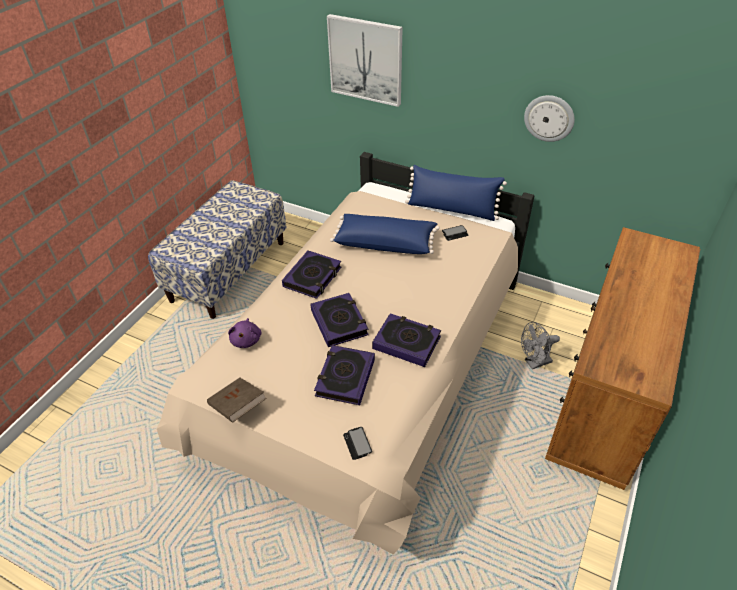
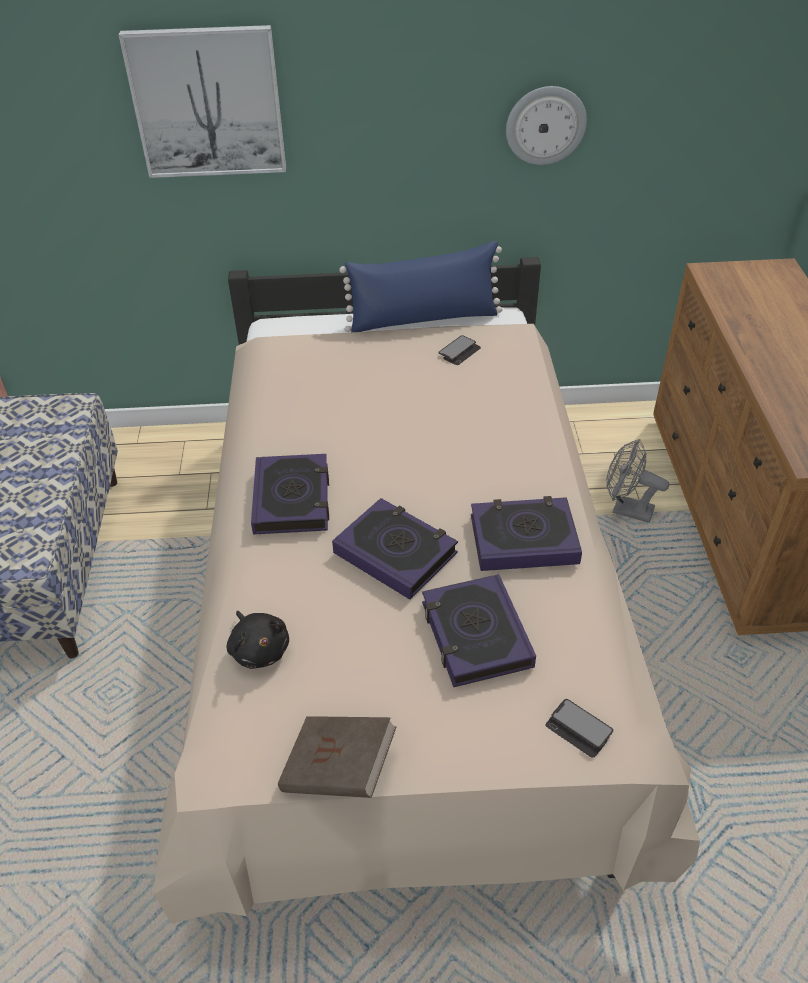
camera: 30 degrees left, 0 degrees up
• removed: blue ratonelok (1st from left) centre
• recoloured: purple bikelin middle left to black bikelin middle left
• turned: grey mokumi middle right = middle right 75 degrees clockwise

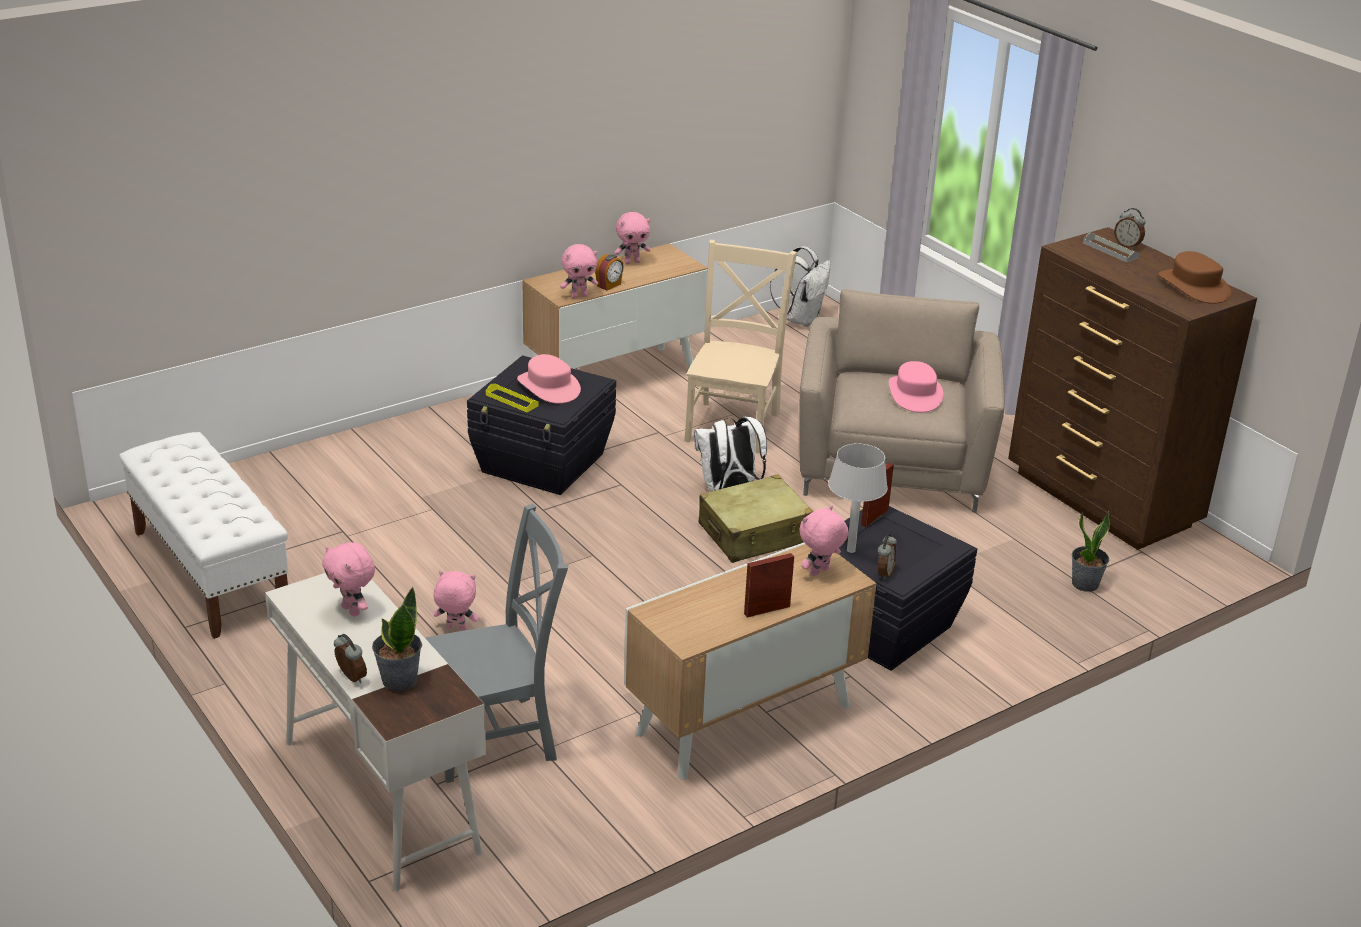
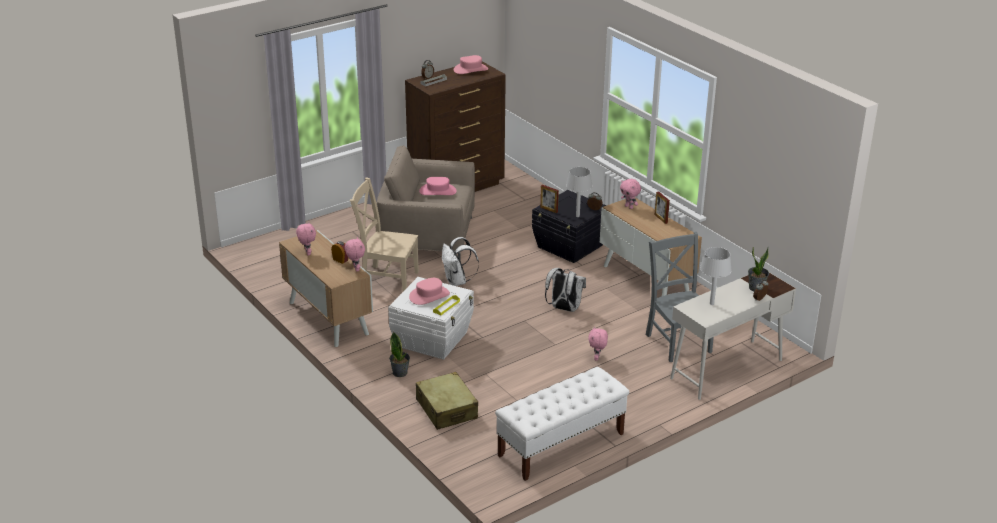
camera: 90 degrees left, 0 degrees up
• moved: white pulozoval (2nd from left) top centre to centre
• recoloured: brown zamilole top right to pink zamilole (3rd from left) top centre
• recoloured: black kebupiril (1st from left) centre to white kebupiril centre
• moved: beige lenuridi centre to bottom centre
• moved: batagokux (2nd from left in the first image) middle right to batagokux (1st from left) bottom centre
• replaced: pink bikelin (1st from left) middle left to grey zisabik (2nd from left) middle right

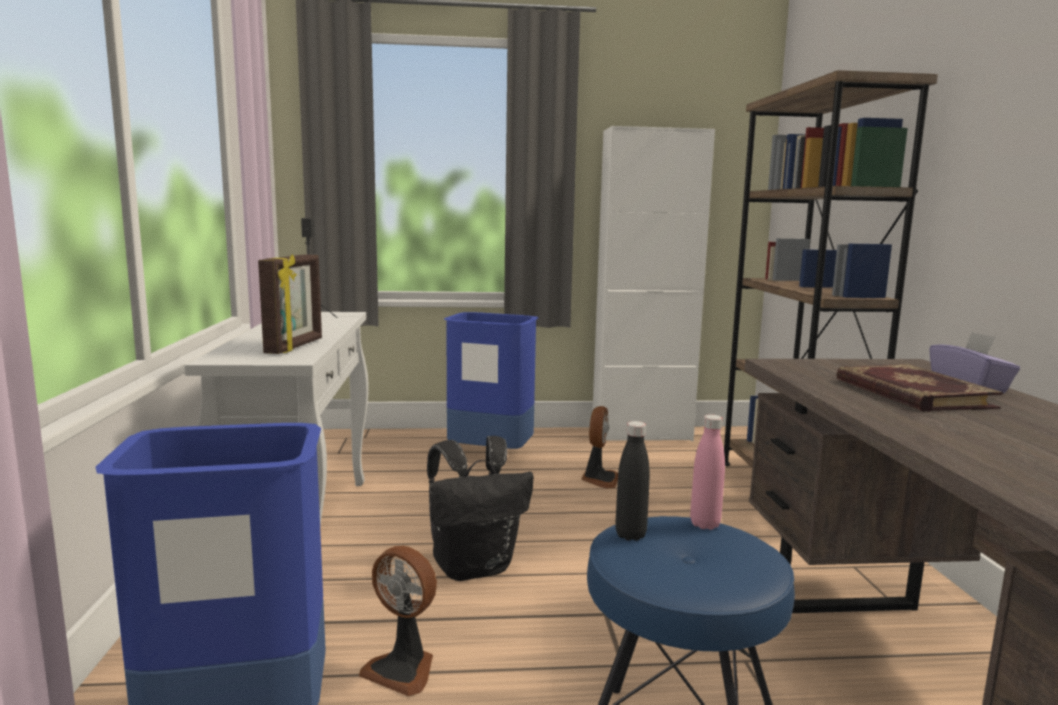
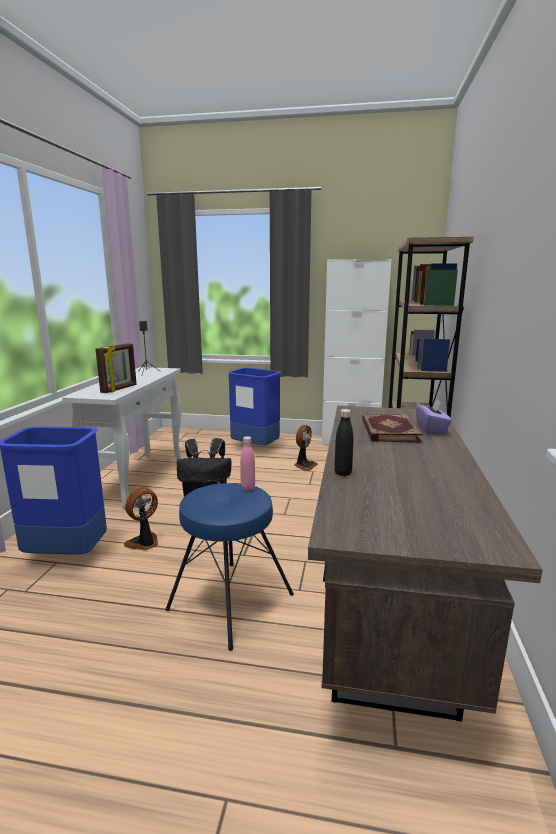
camera: 15 degrees right, 5 degrees up
• moved: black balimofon bottom centre to centre
• turned: mokumi (1st from left) bottom centre = middle left 90 degrees clockwise

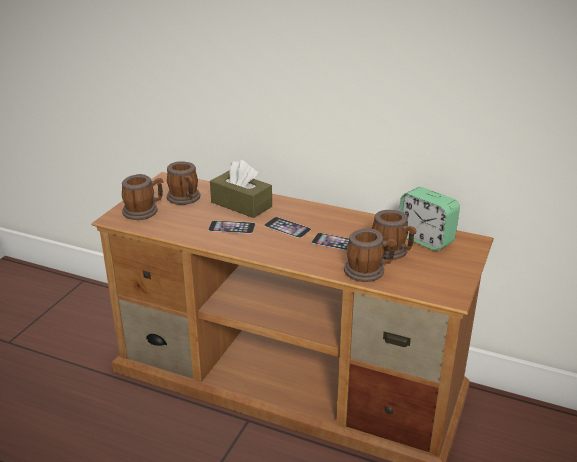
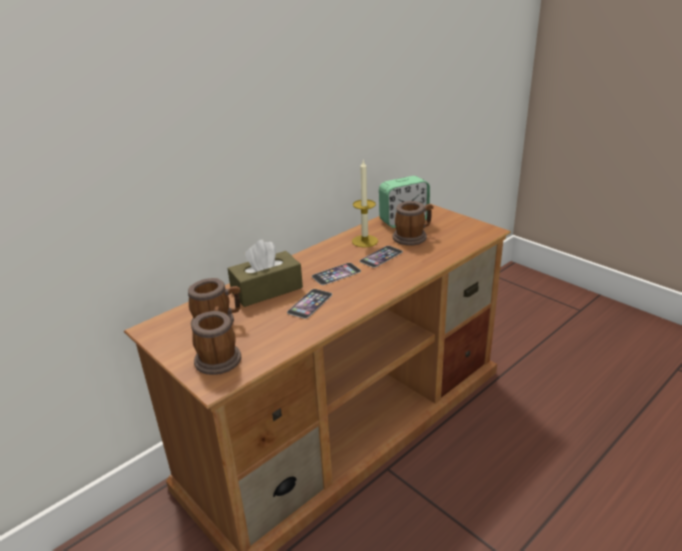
camera: 65 degrees left, 0 degrees up
• removed: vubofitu (3rd from left) centre
• added: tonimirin centre

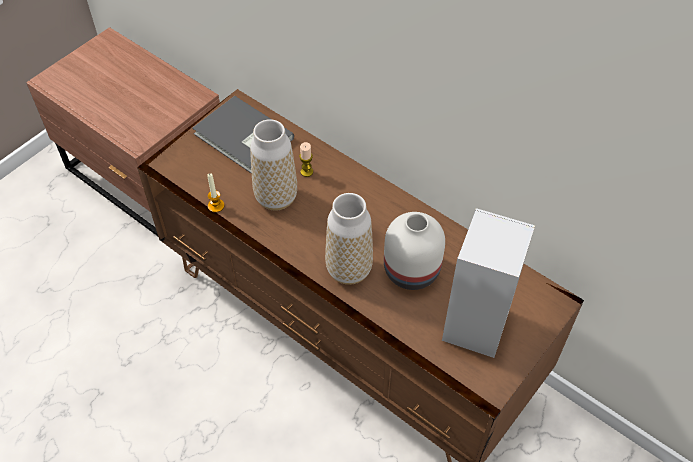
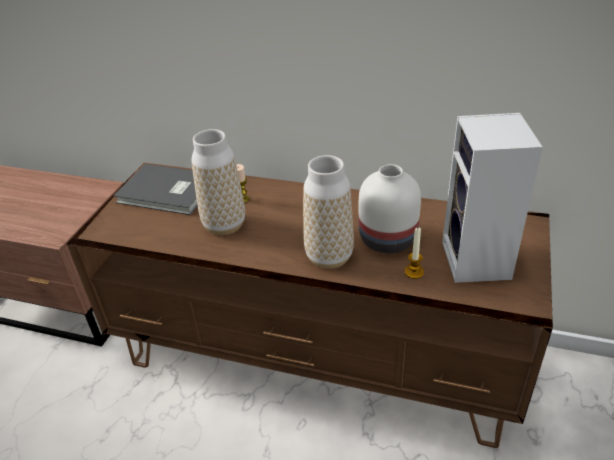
camera: 20 degrees left, 15 degrees down
• moved: tonimirin (1st from left in the first image) middle left to tonimirin (2nd from left) middle right

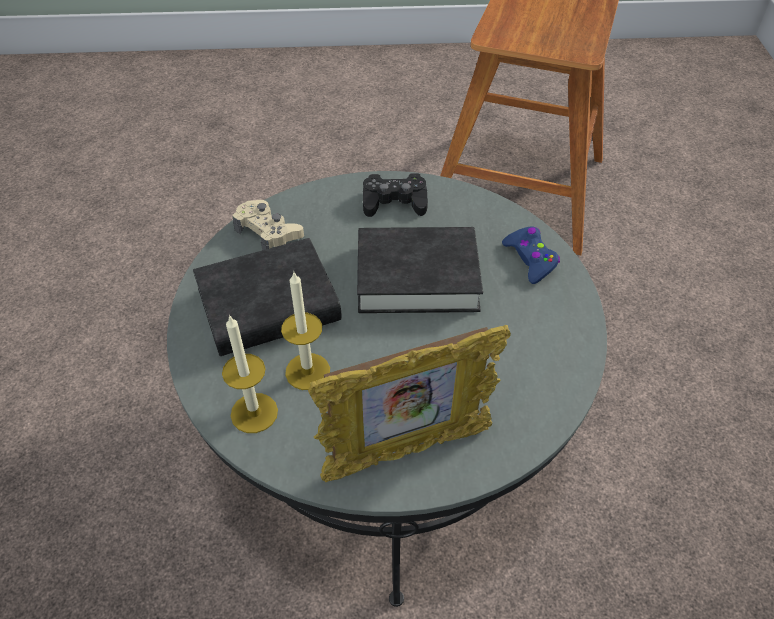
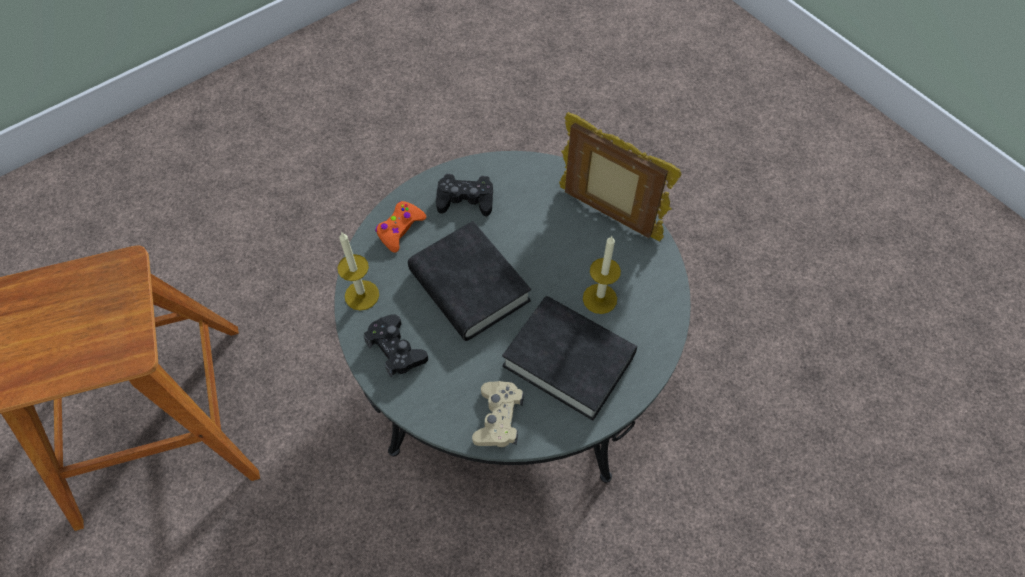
camera: 125 degrees left, 10 degrees up
• recoloured: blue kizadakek middle right to orange kizadakek centre
• moved: tonimirin (1st from left) middle left to centre
• added: black kizadakek (2nd from left) centre

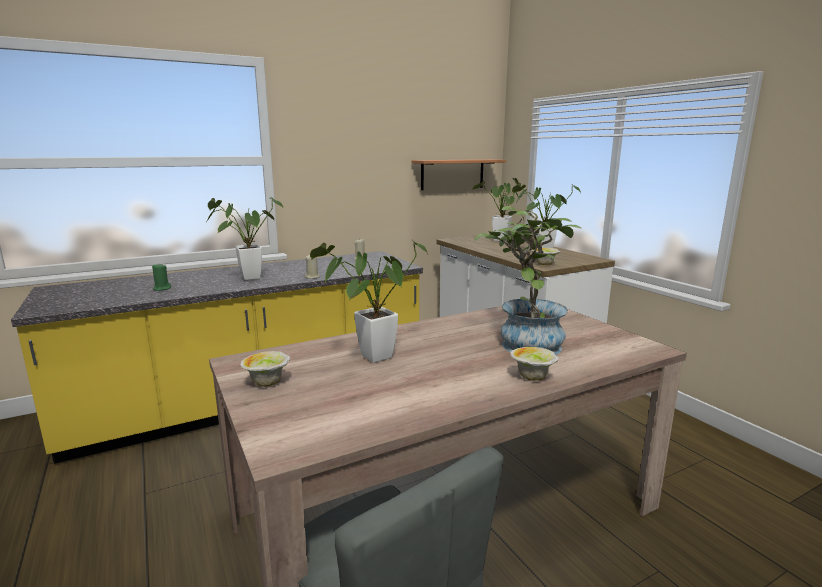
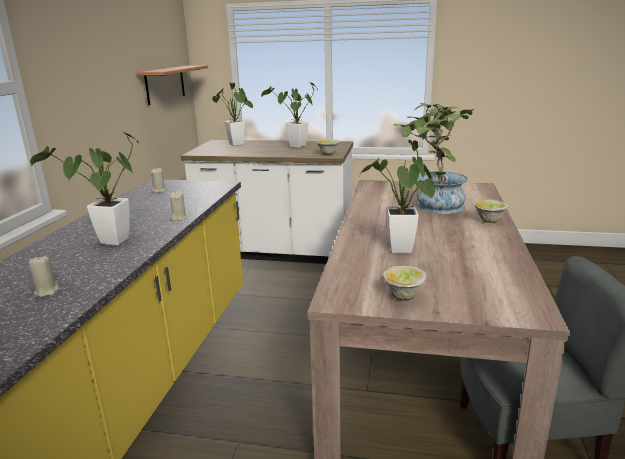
camera: 50 degrees left, 5 degrees up
• recoloured: green tonimirin middle left to beige tonimirin (1st from left) middle left

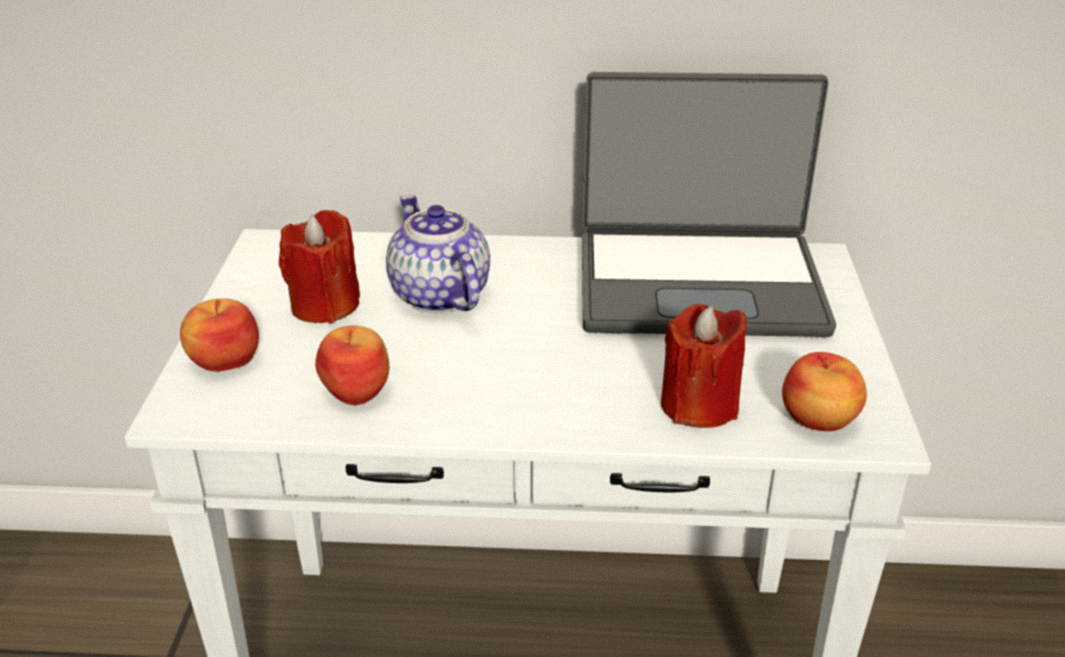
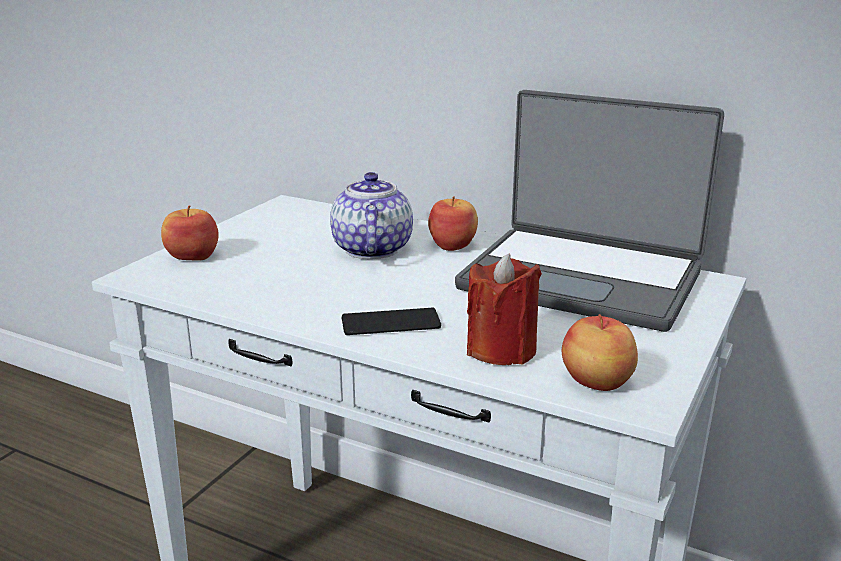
camera: 25 degrees right, 10 degrees down
• removed: red tonimirin (1st from left) middle left
• moved: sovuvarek (2nd from left) middle left to centre
• added: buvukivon centre

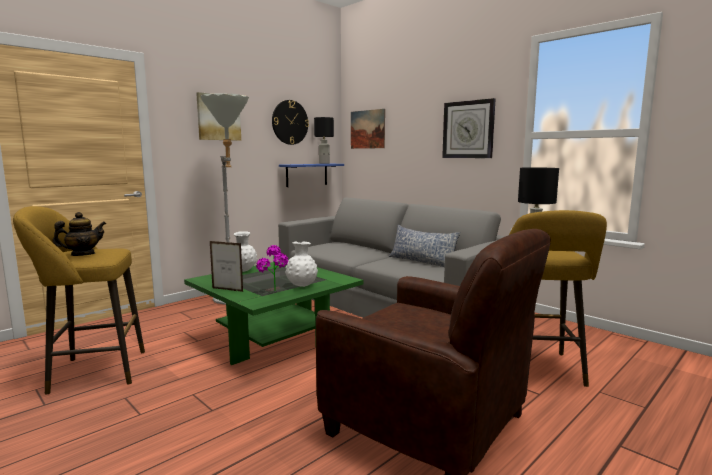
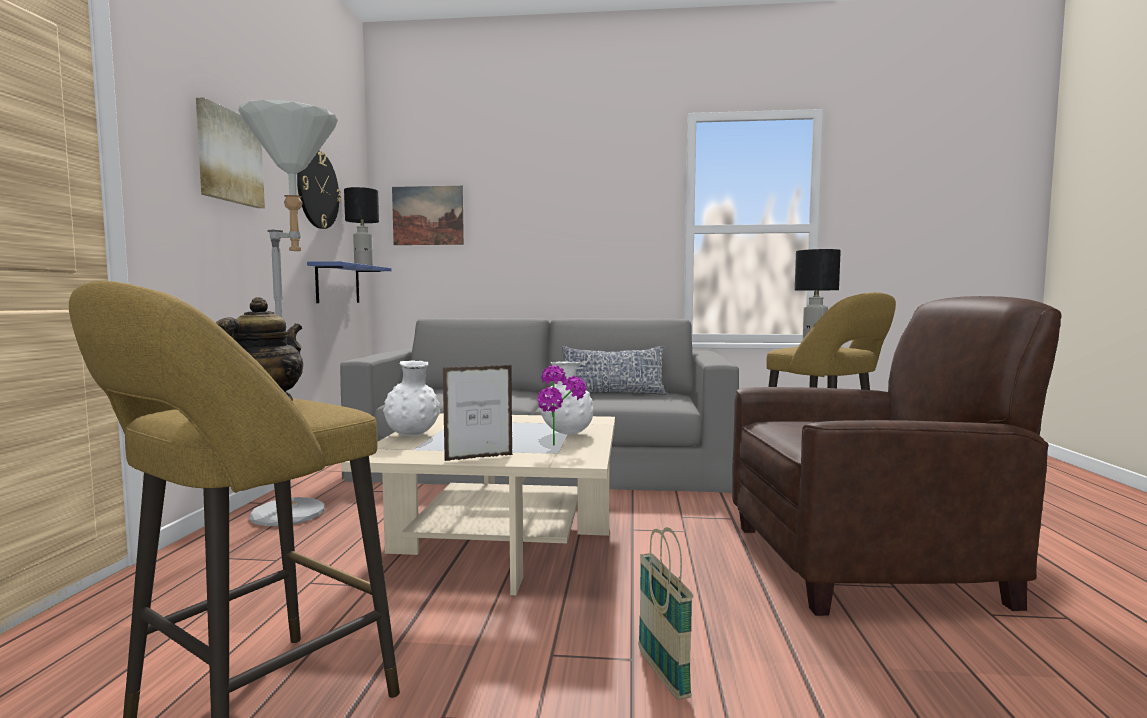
camera: 40 degrees left, 5 degrees down
• removed: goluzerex (2nd from left) top centre
• recoloured: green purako centre to beige purako bottom centre
• added: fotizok bottom centre

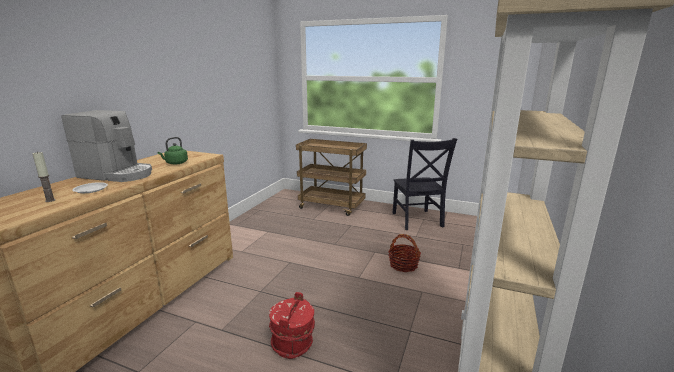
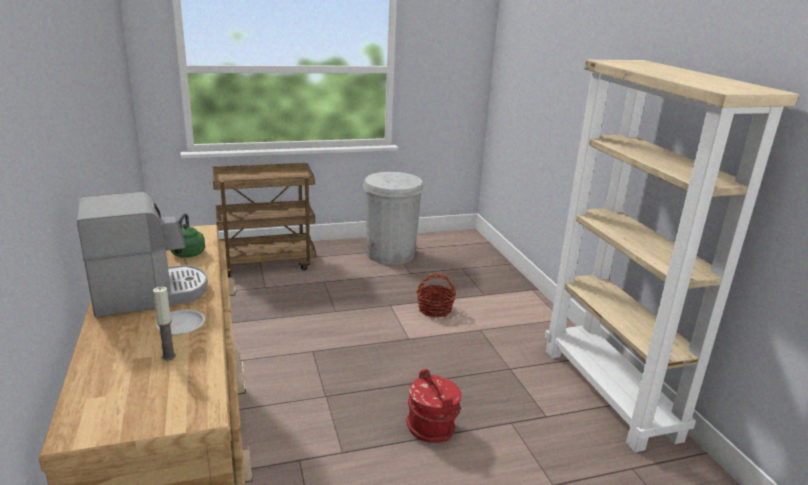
camera: 40 degrees left, 5 degrees up
• replaced: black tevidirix centre to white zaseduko centre

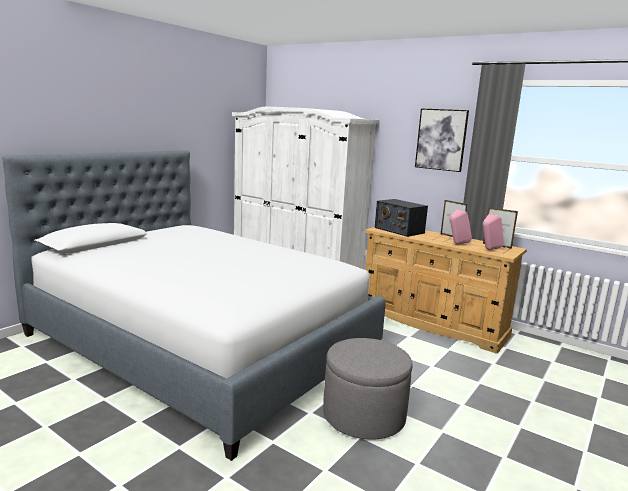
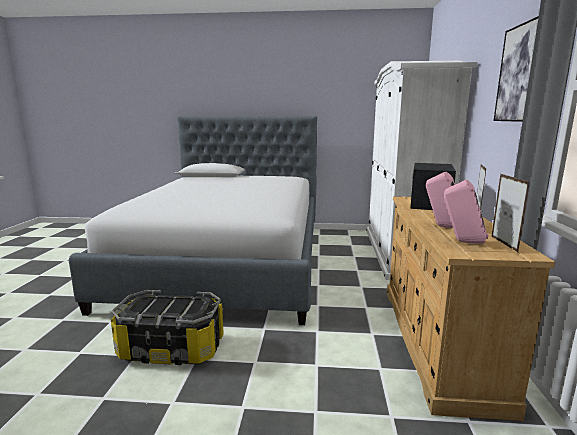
camera: 60 degrees right, 0 degrees up
• replaced: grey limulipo bottom centre to kebupiril bottom left

